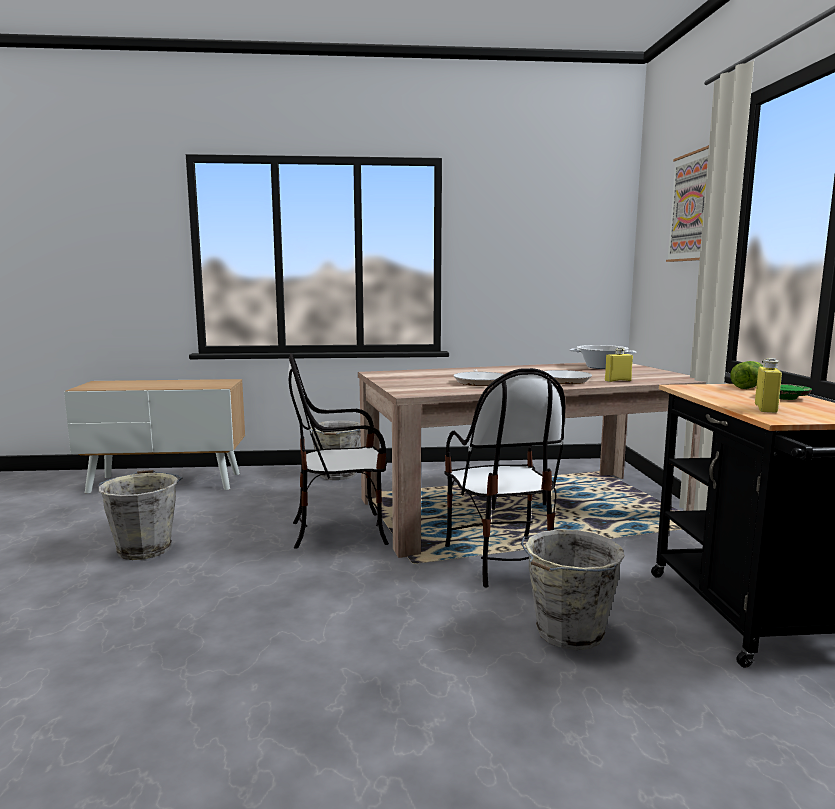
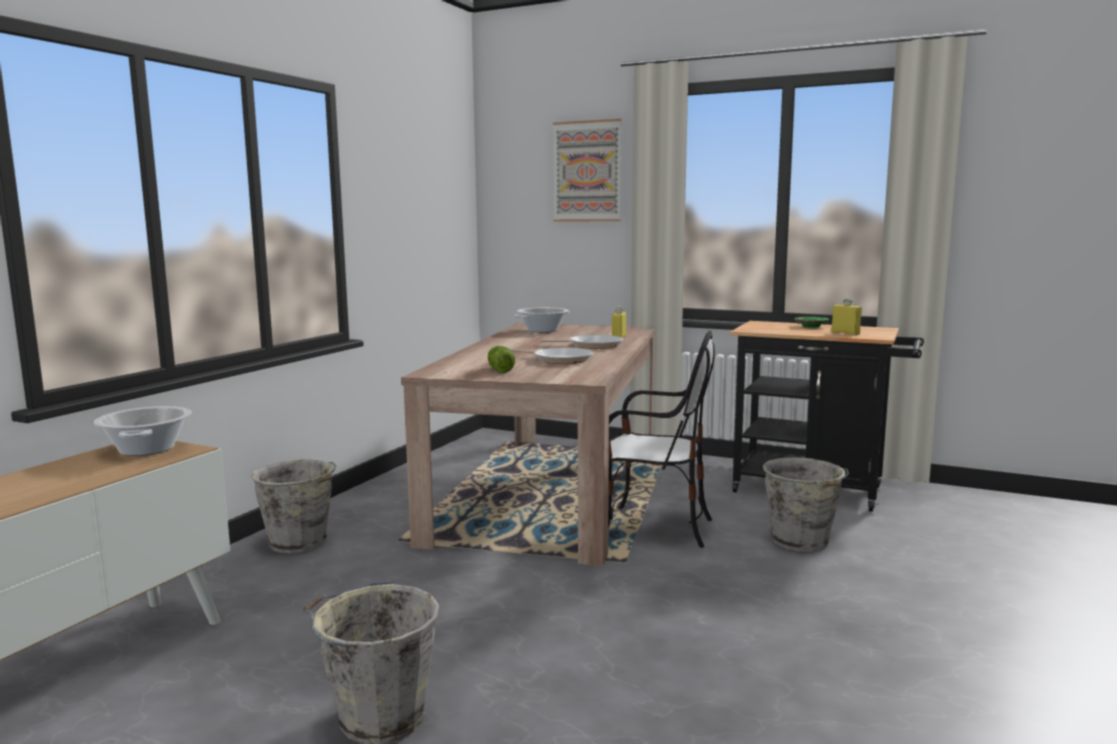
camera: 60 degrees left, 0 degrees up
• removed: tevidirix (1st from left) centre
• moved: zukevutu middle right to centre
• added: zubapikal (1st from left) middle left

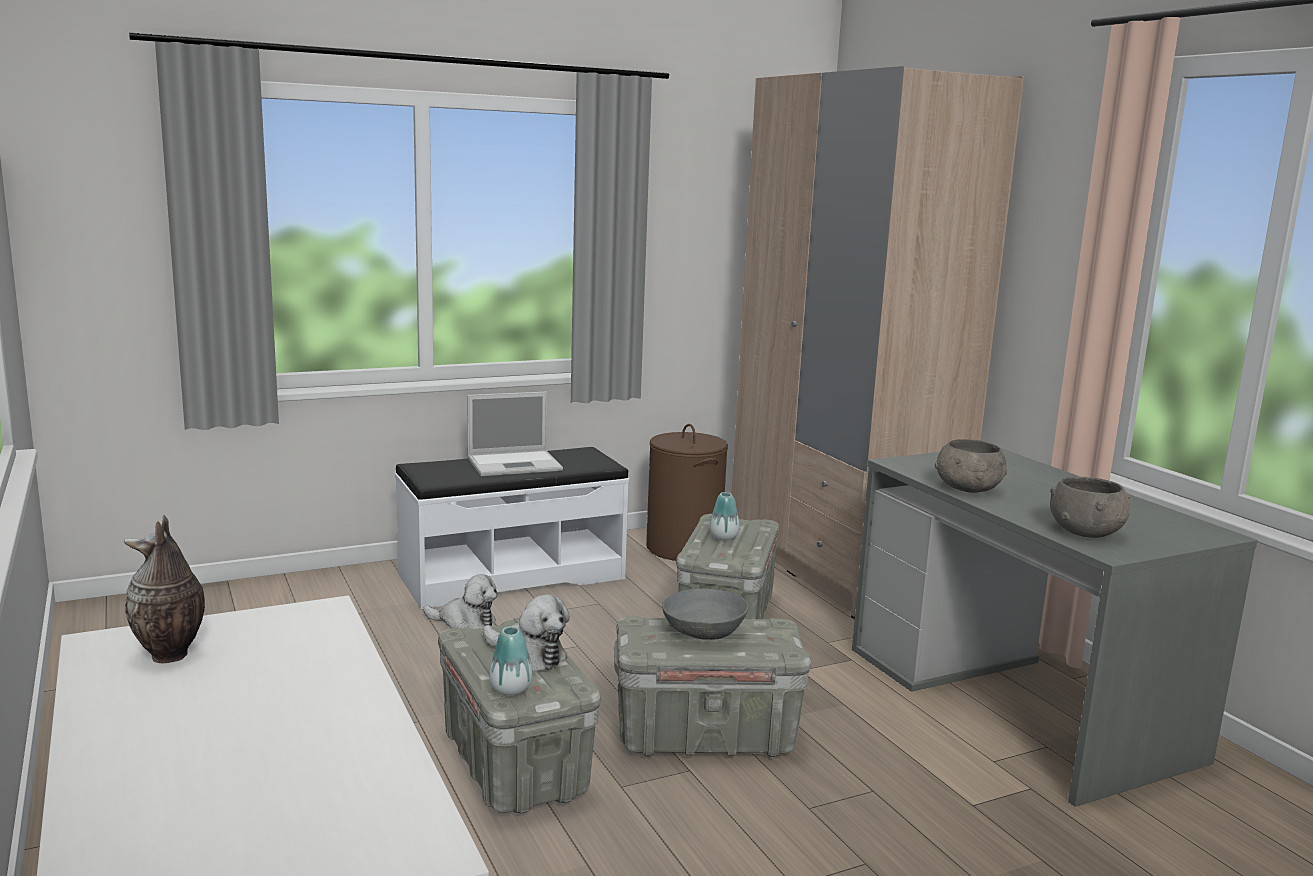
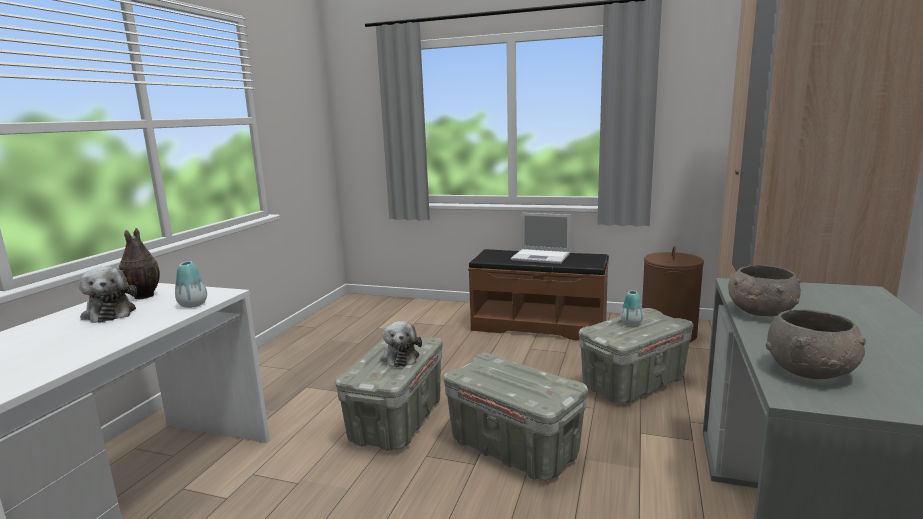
camera: 45 degrees right, 0 degrees up
• recoloured: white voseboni centre to brown voseboni centre
• moved: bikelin (1st from left) bottom centre to middle left
• removed: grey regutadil (1st from left) bottom centre
• moved: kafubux (2nd from left) bottom centre to middle left

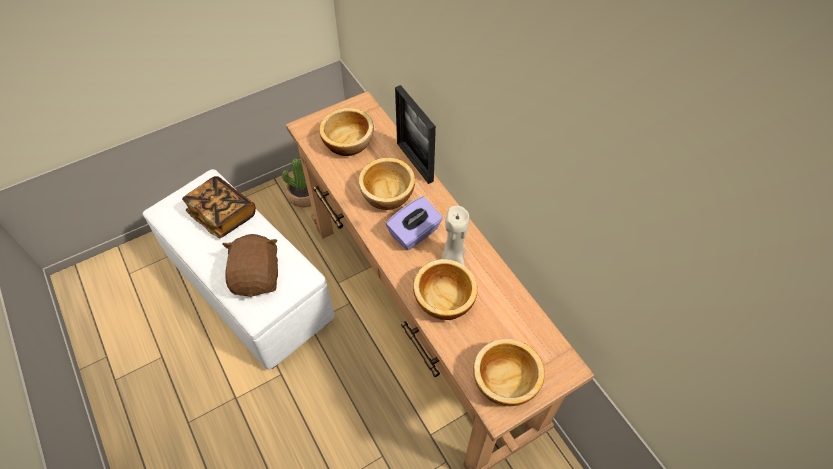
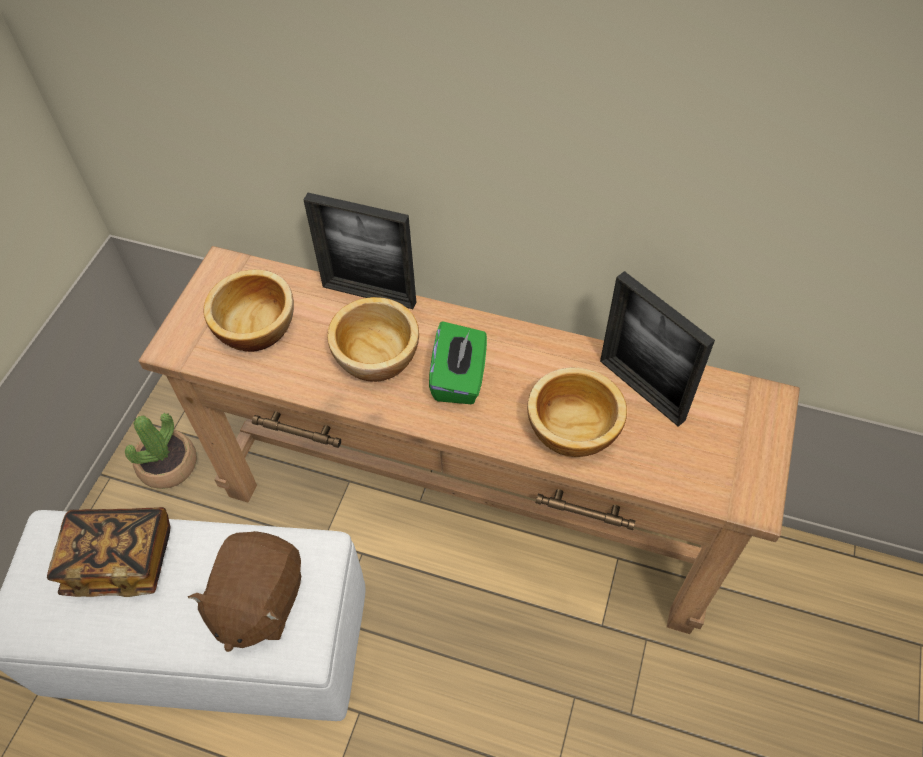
camera: 40 degrees left, 0 degrees up
• recoloured: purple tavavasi centre to green tavavasi centre
• removed: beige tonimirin centre
• turned: brown bikelin middle left = bottom left 120 degrees counterclockwise
• removed: regutadil (4th from left) bottom centre
• added: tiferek (2nd from left) middle right

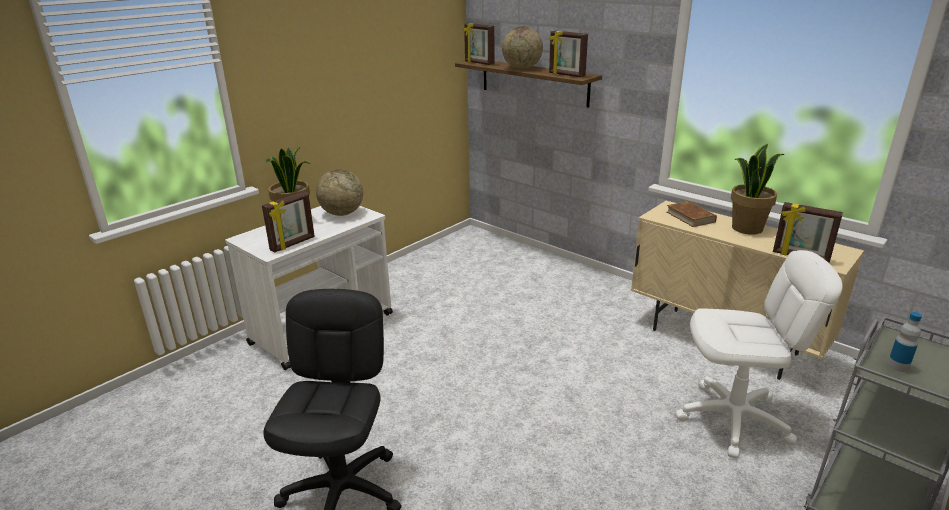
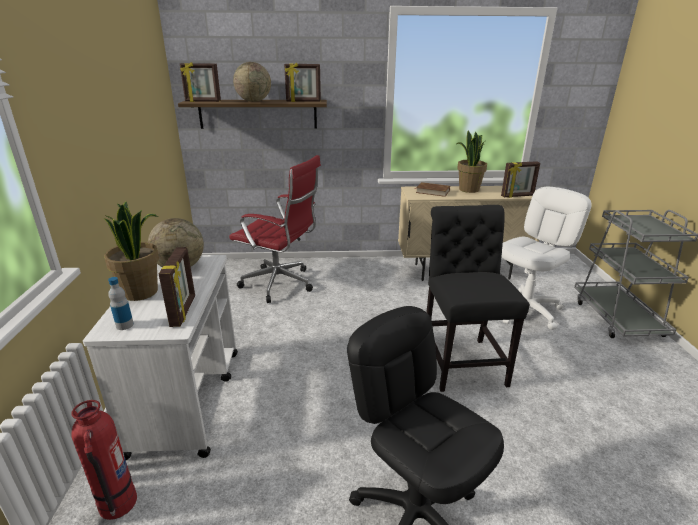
camera: 45 degrees left, 0 degrees up
• moved: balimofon bottom right to middle left
• added: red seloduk centre
• added: black tevidirix middle right
• added: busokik bottom left

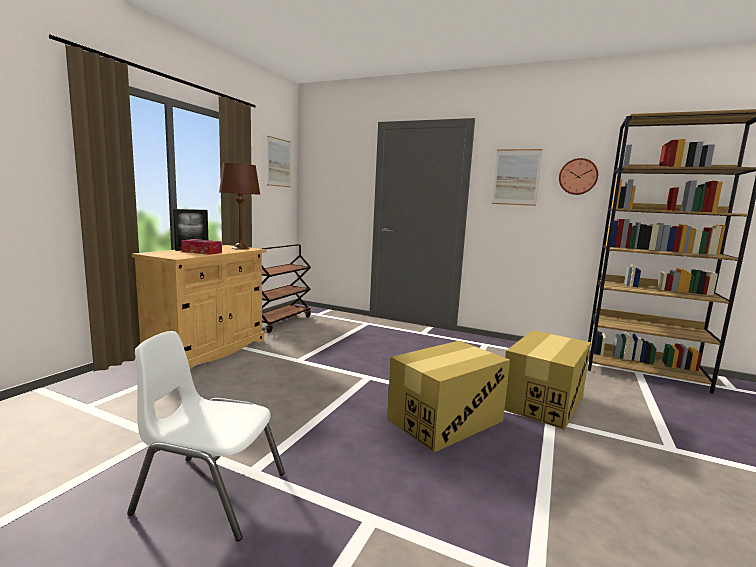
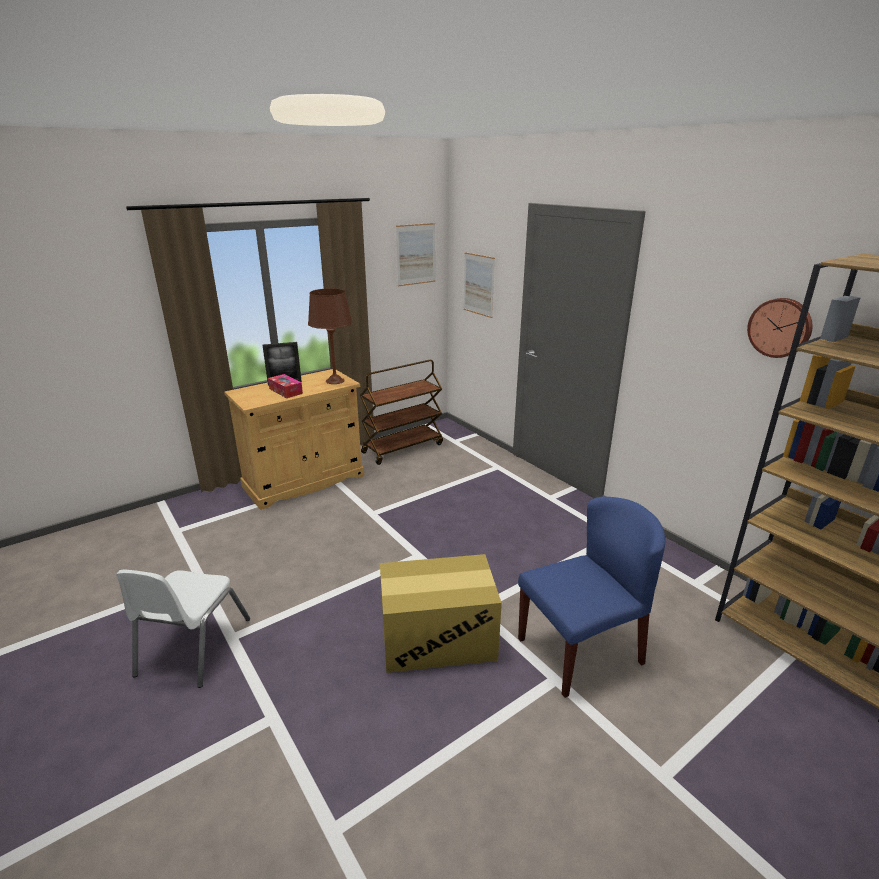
camera: 30 degrees right, 15 degrees up
• moved: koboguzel (2nd from left) top right to top centre
• replaced: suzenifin (2nd from left) bottom right to blue tevidirix bottom right
• turned: white tevidirix bottom left = bottom left 120 degrees counterclockwise

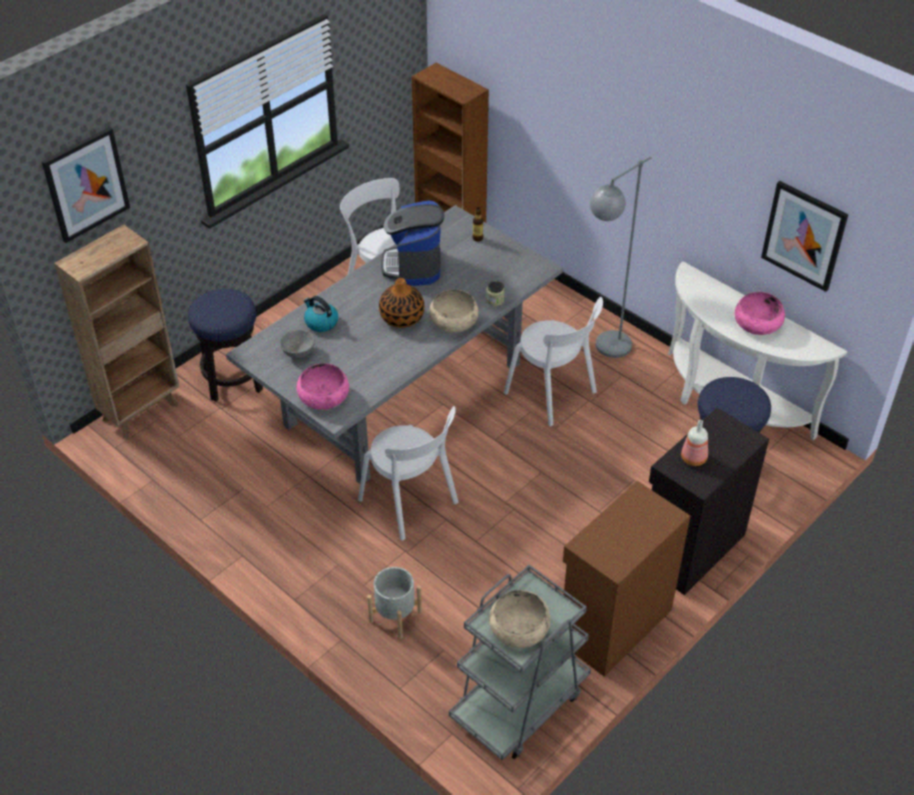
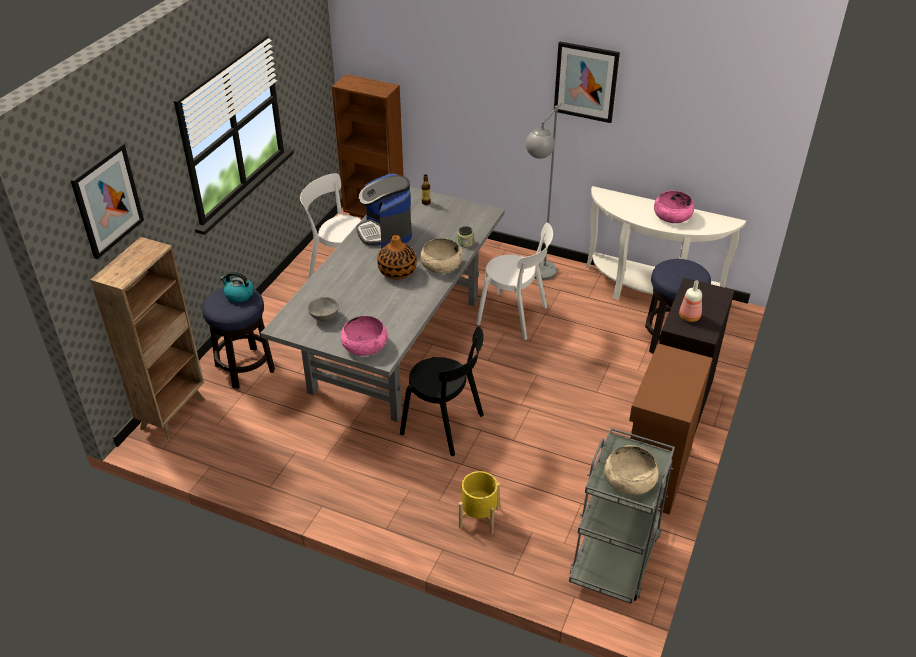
camera: 20 degrees left, 5 degrees down
• moved: koboguzel (2nd from left) top right to top centre
• moved: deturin centre to middle left
• recoloured: white tevidirix (2nd from left) centre to black tevidirix centre
• recoloured: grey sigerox bottom centre to yellow sigerox bottom centre

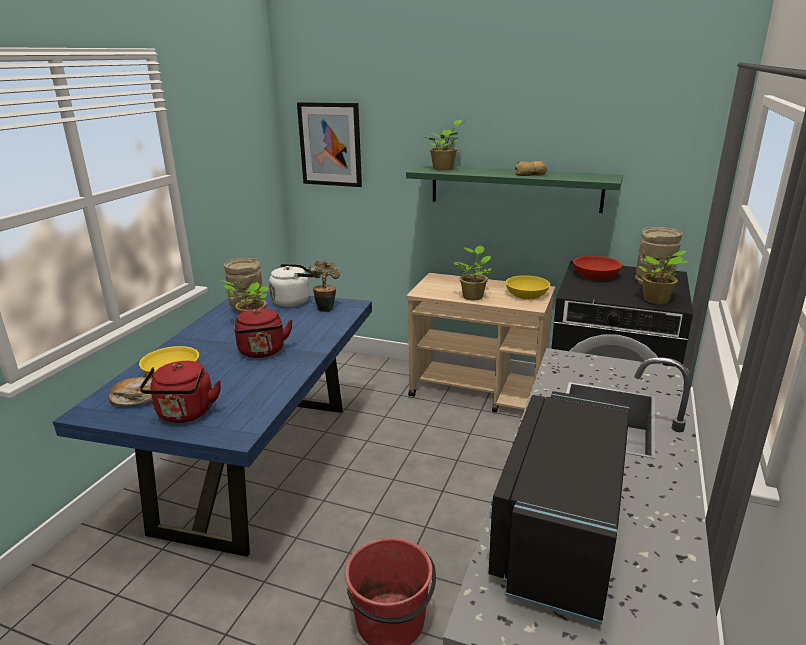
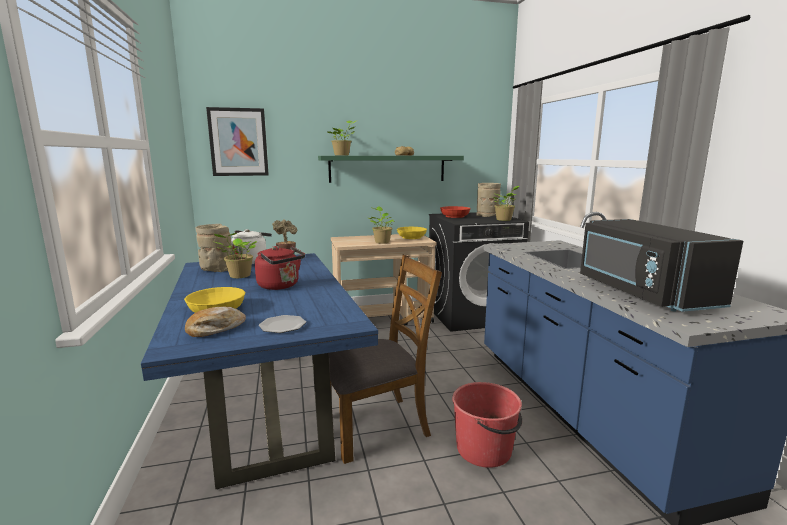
camera: 35 degrees left, 10 degrees down
• replaced: red deturin (1st from left) middle left to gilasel centre
• added: brown tevidirix bottom centre

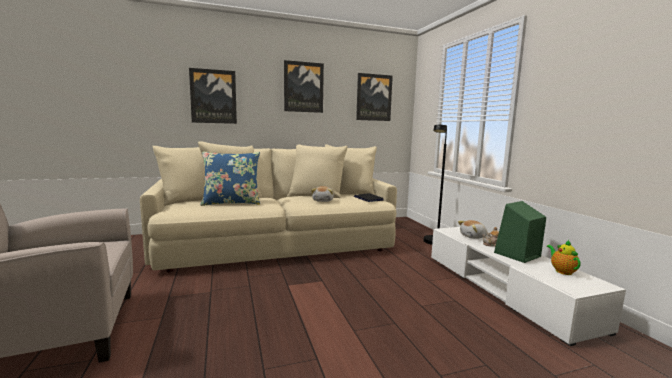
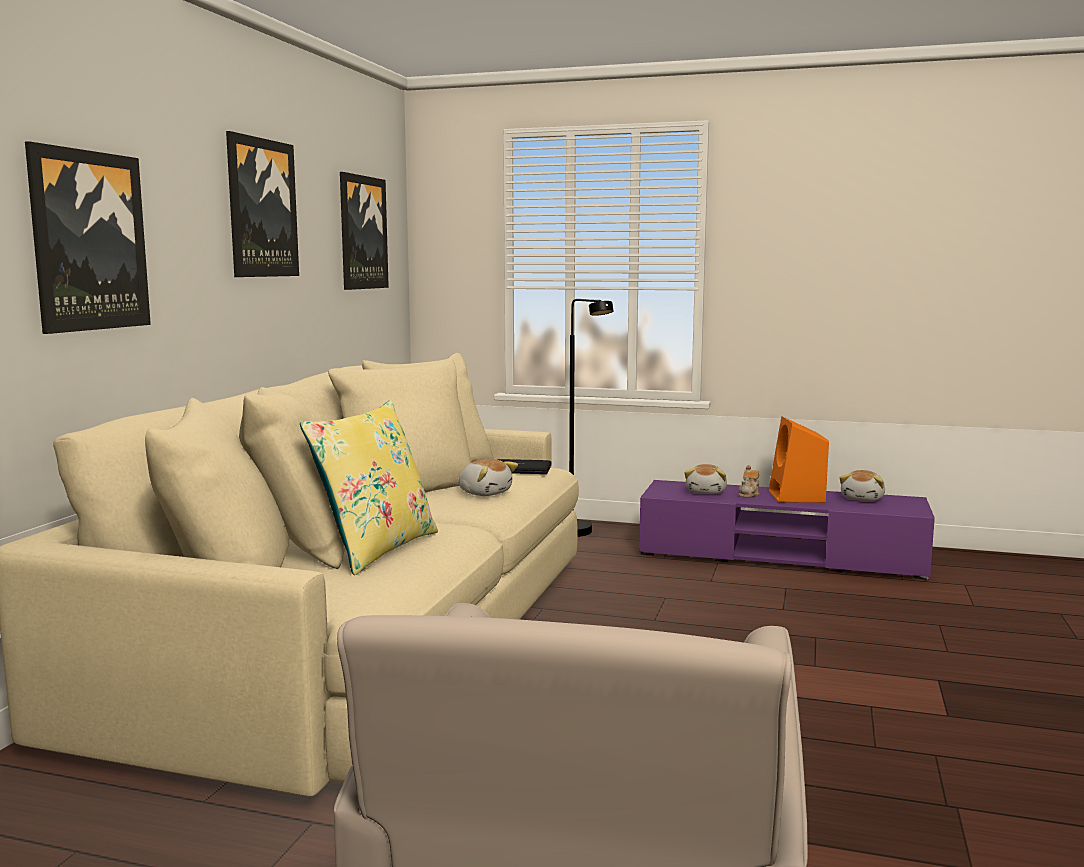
camera: 55 degrees left, 0 degrees up
• recoloured: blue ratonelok centre to yellow ratonelok centre
• recoloured: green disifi middle right to orange disifi middle right
• recoloured: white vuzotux bottom right to purple vuzotux middle right
• replaced: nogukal (2nd from left) bottom right to bikelin (3rd from left) middle right

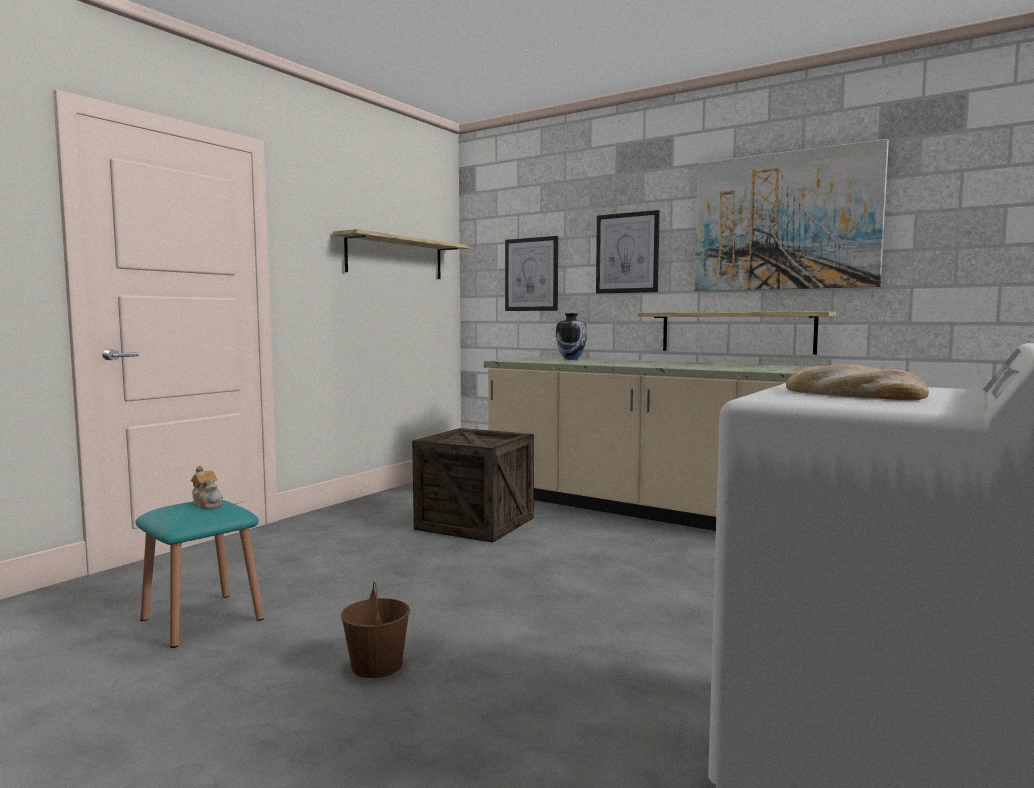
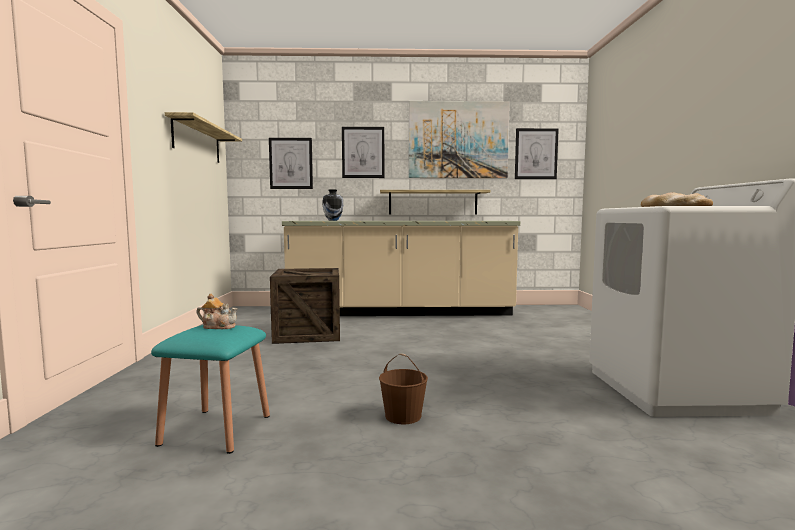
camera: 35 degrees left, 0 degrees up
• added: koboguzel (4th from left) top right

